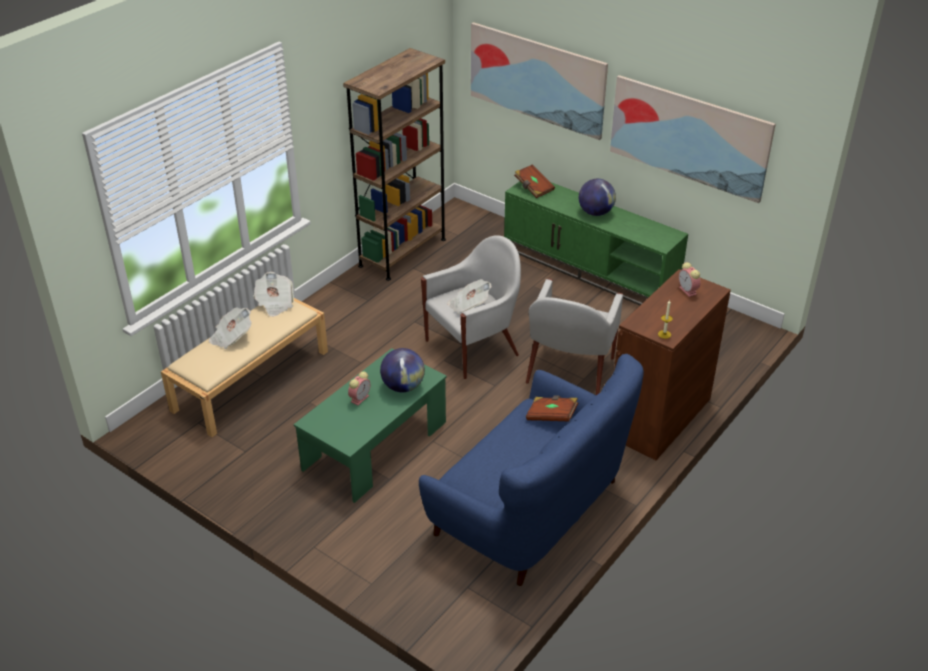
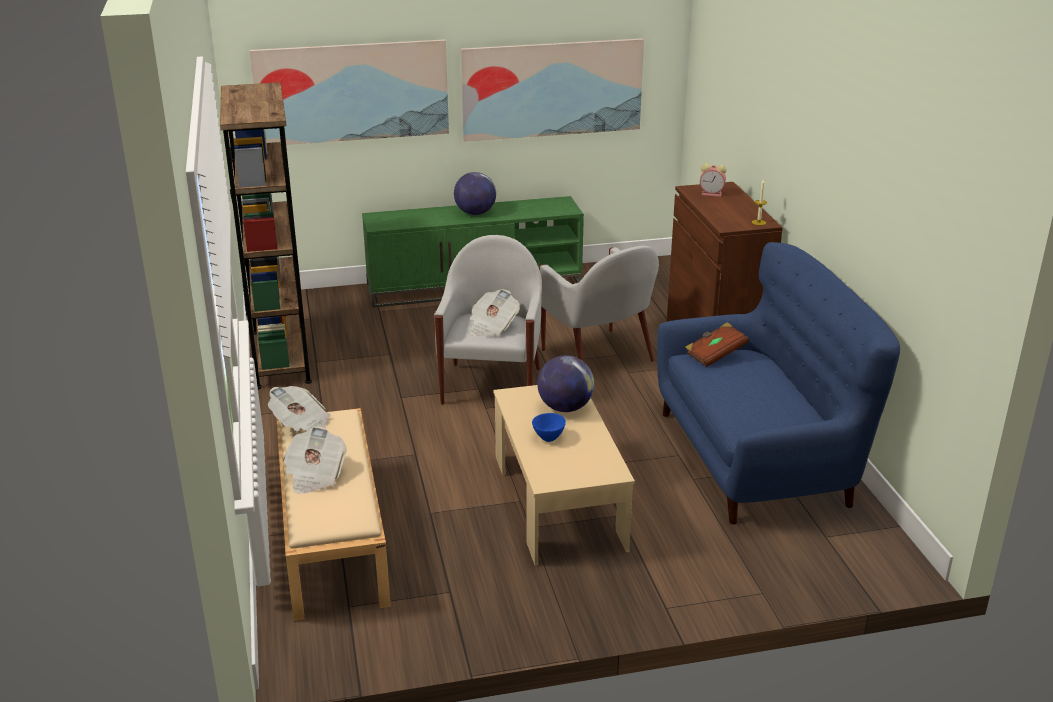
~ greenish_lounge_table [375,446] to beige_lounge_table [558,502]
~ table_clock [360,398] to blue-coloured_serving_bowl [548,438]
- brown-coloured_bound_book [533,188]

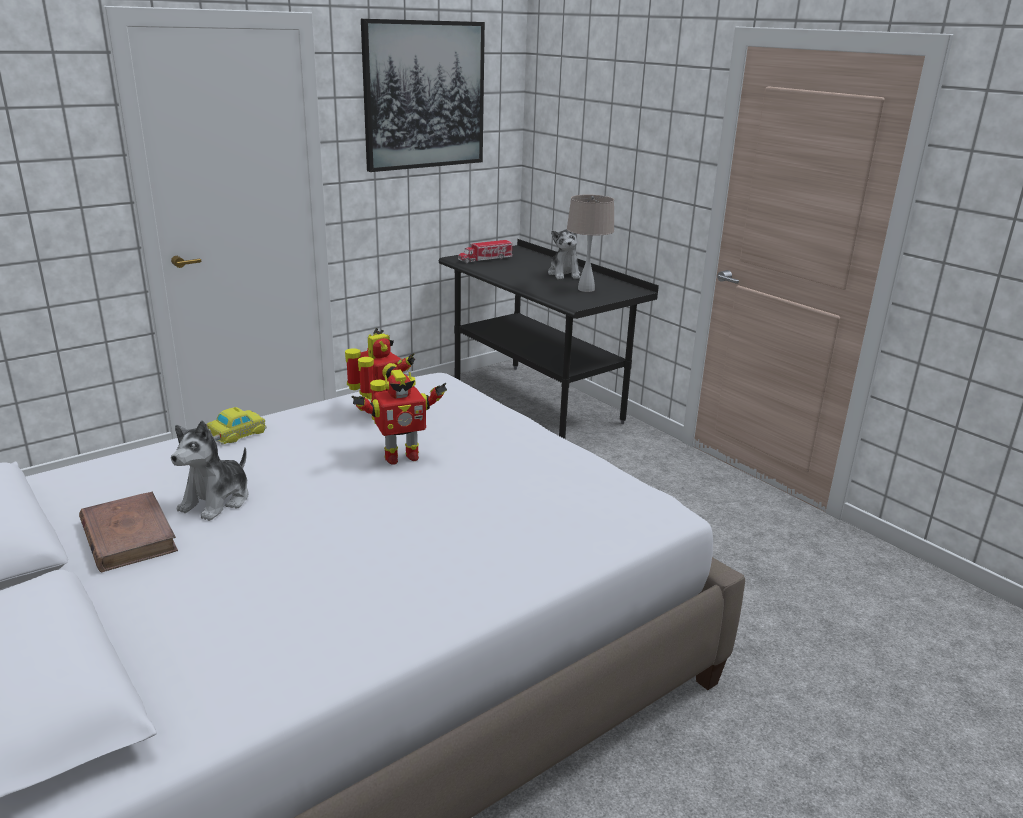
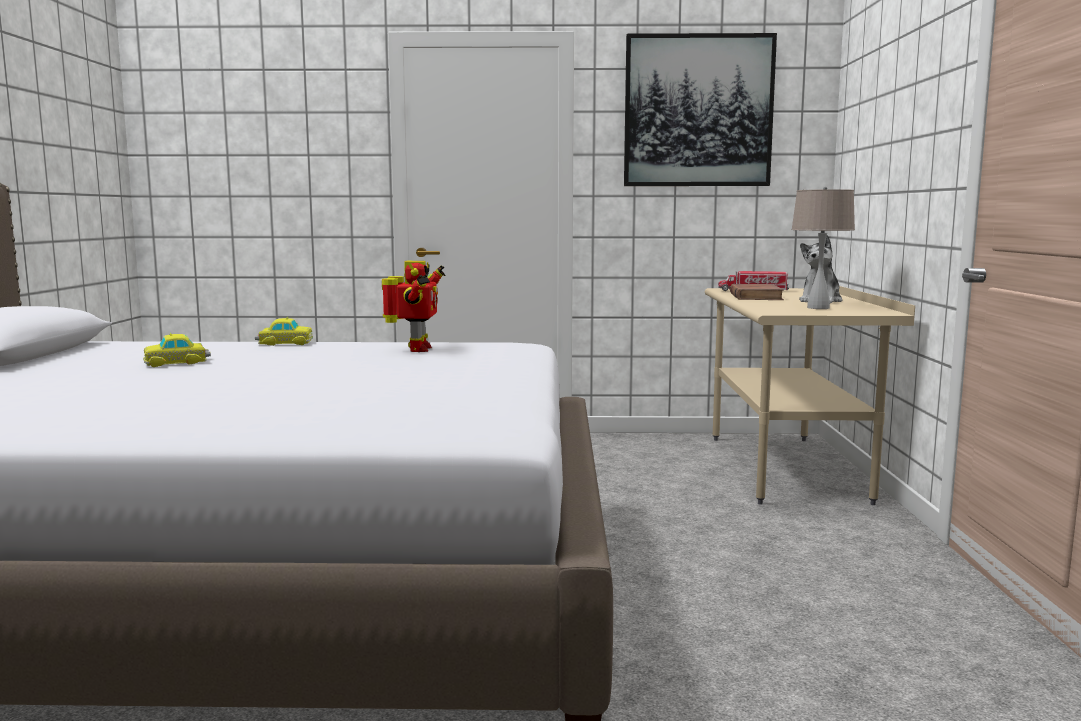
~ plush_toy [217,501] to toy_car [177,362]
~ black_desk [537,403] to beige_desk [785,468]
~ brown-coloured_bound_book [128,536] to [755,296]
- model_robot [400,456]

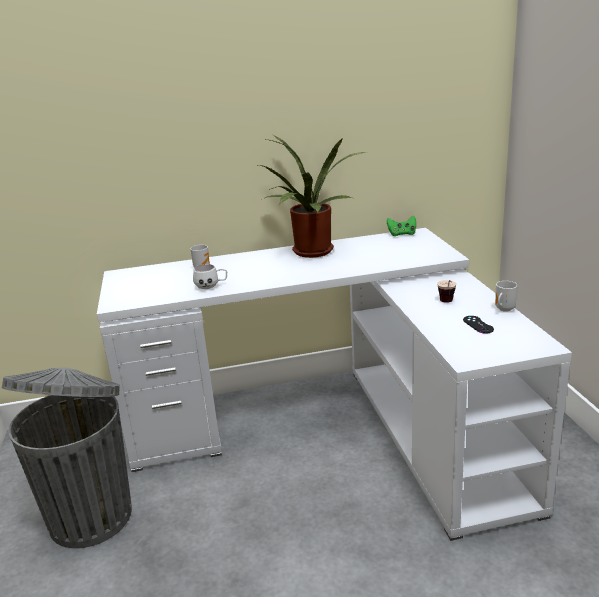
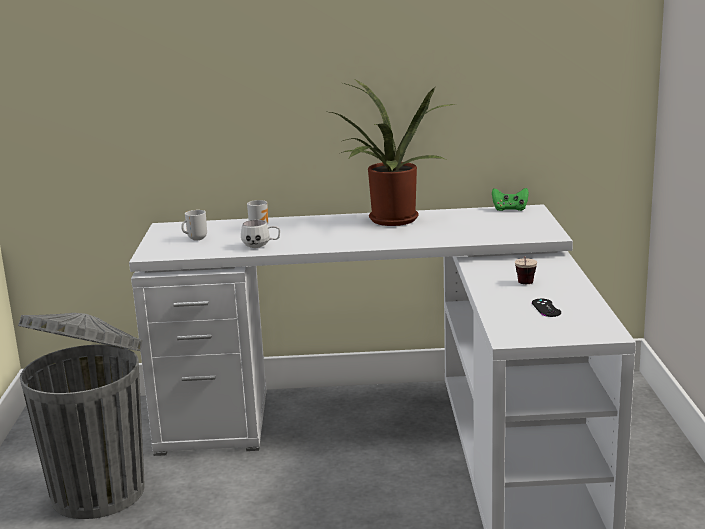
~ tea_mug [503,309] to [195,239]

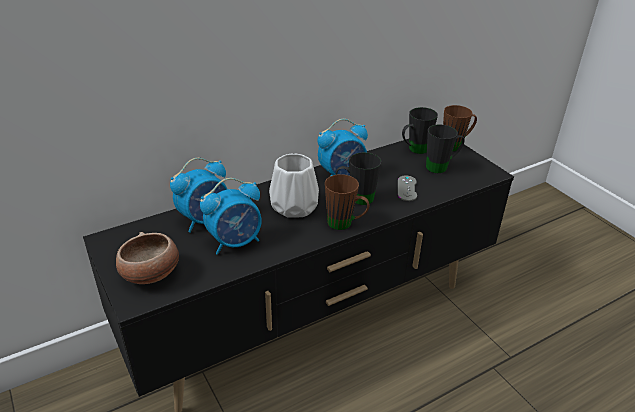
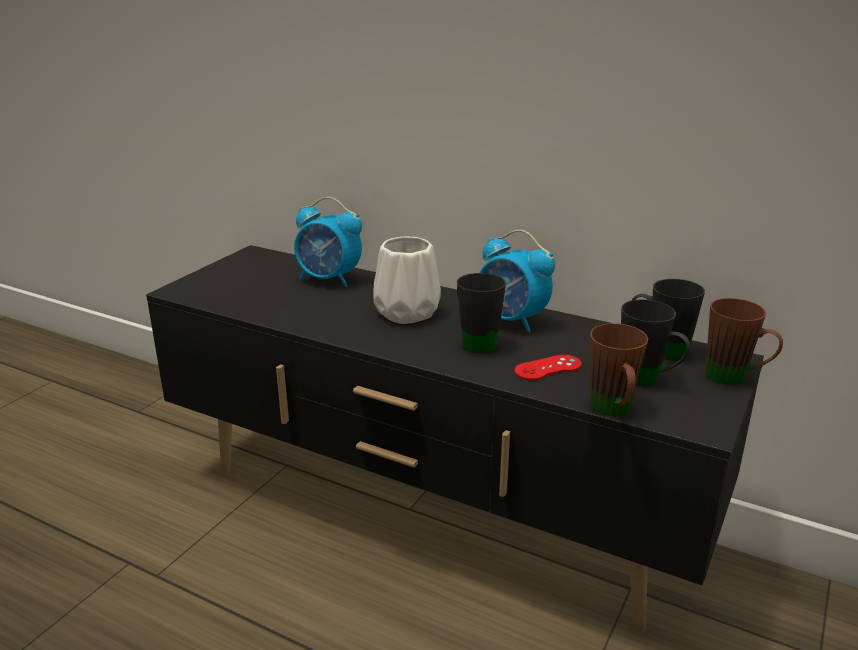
~ greyish_joypad [407,188] to red-coloured_joypad [548,368]
~ brown-coloured_tea_mug [345,224] to [613,411]
- serving_bowl [150,274]
- table_clock [235,242]

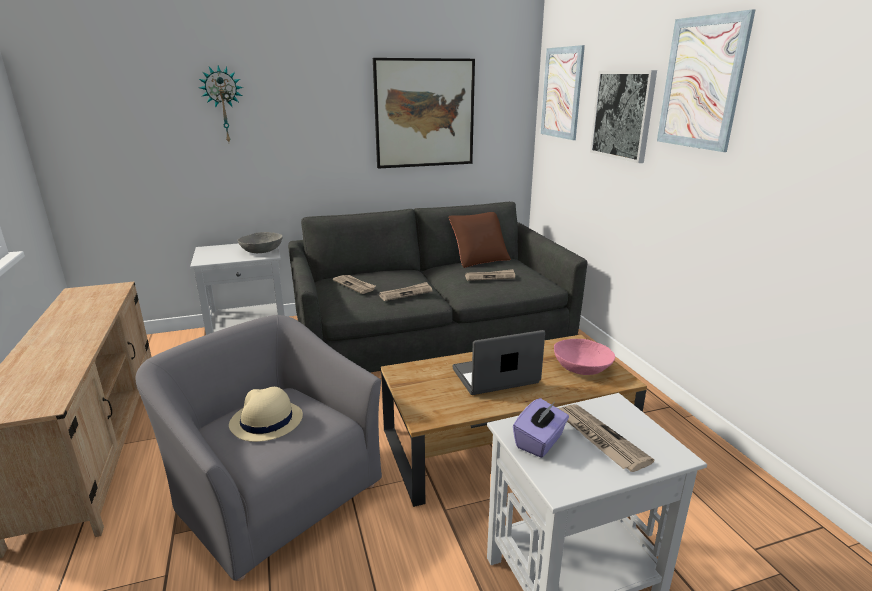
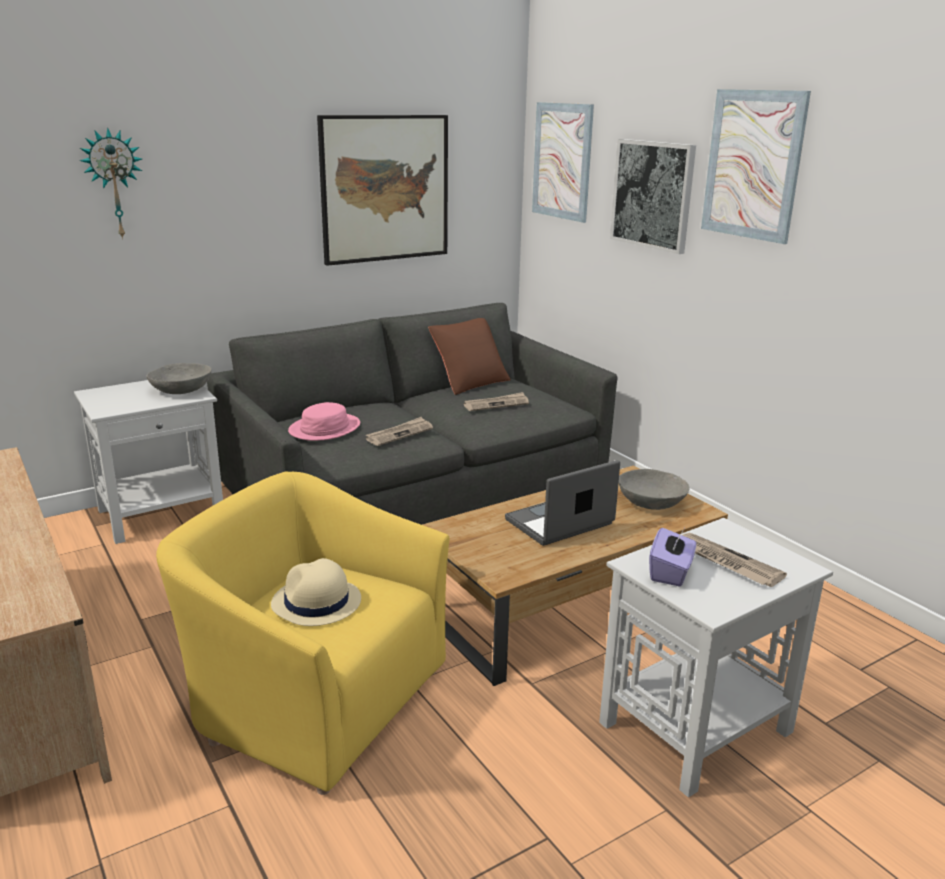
~ greyish_lounge_chair [274,494] to yellow_lounge_chair [315,699]
~ daily_paper [355,285] to pinkish_wearable_hat [325,428]
~ pinkish_serving_bowl [581,368] to greyish_serving_bowl [651,502]

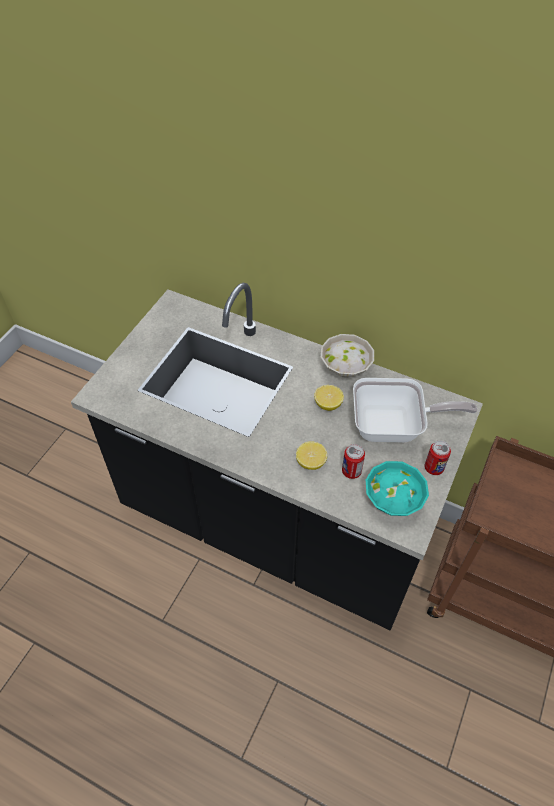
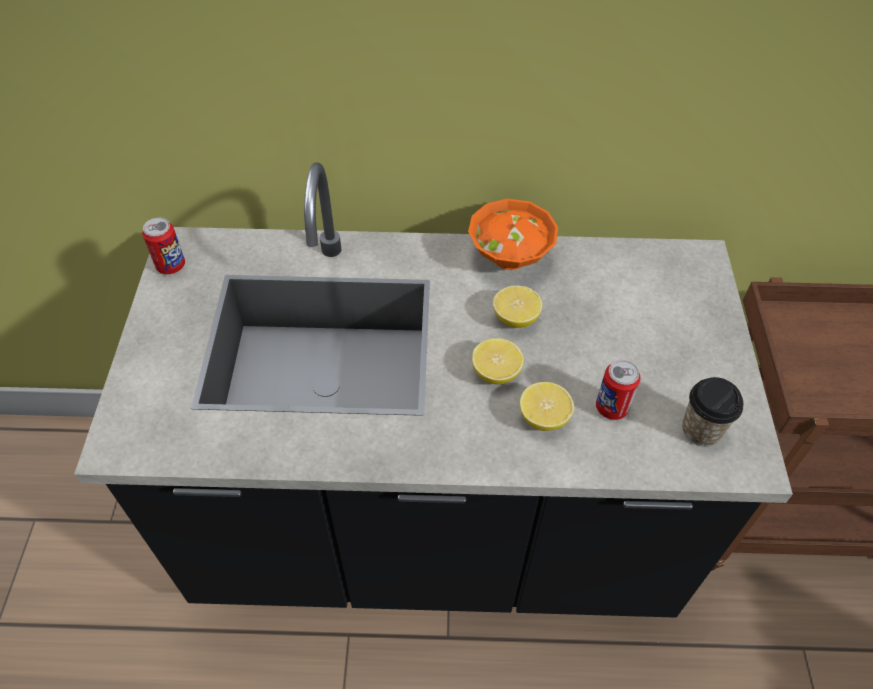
~ can [433,468] to [171,266]
~ white-coloured_serving_bowl [346,370] to orangey_serving_bowl [512,257]
+ citrus_fruit [496,373]
~ turquoise-coloured_serving_bowl [394,502] to small_cup [701,430]
- frying_pan [394,427]

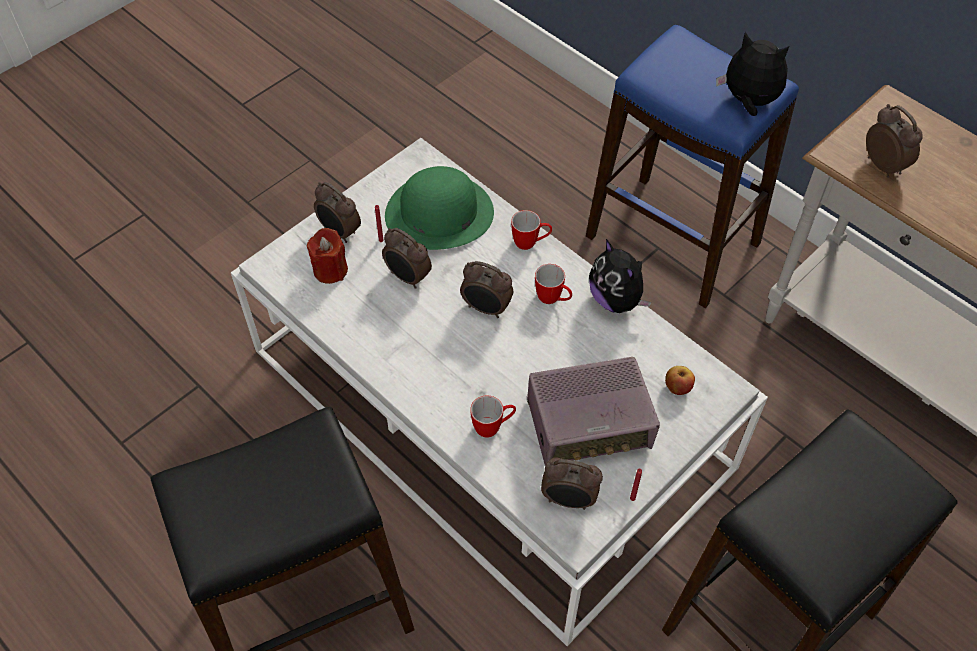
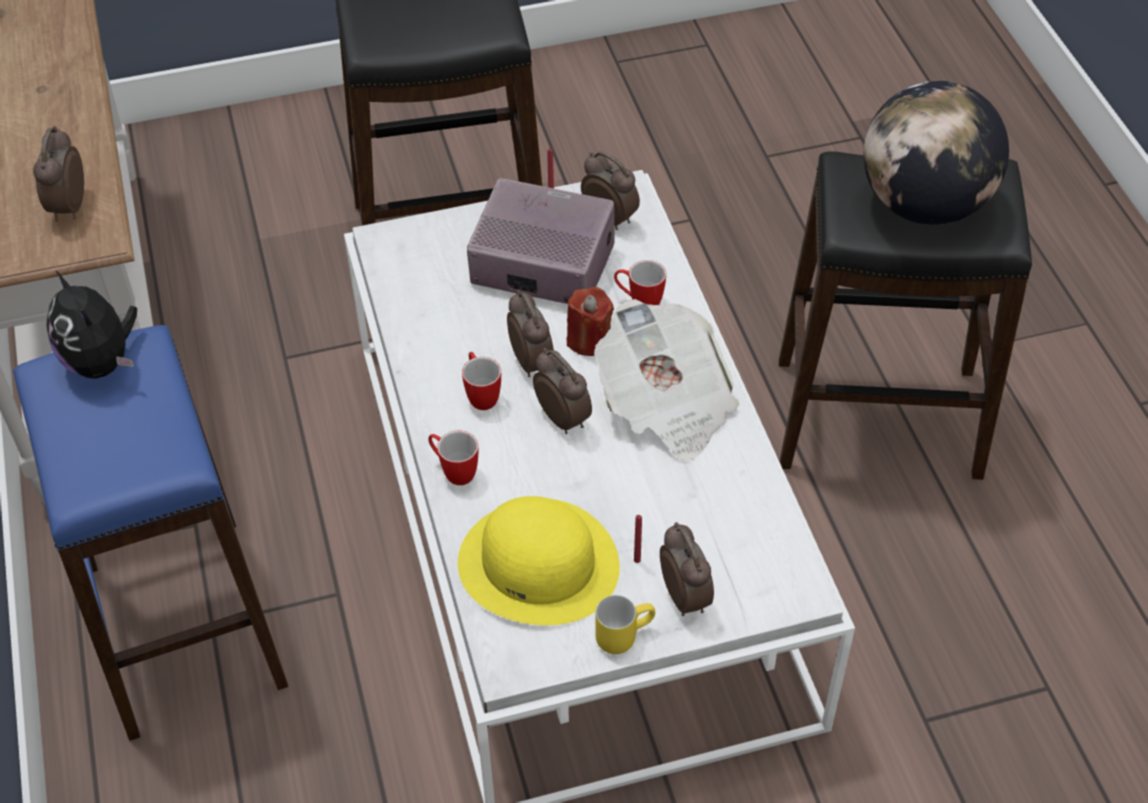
~ greenish_wearable_hat [439,213] to yellow_wearable_hat [539,563]
~ table_clock [407,277] to [532,362]
~ red-coloured_candle [330,270] to [589,339]
+ daily_paper [666,404]
+ yellow_tea_mug [623,633]
+ desk_globe [924,205]
- plush_toy [616,299]
- whole_apple [677,387]

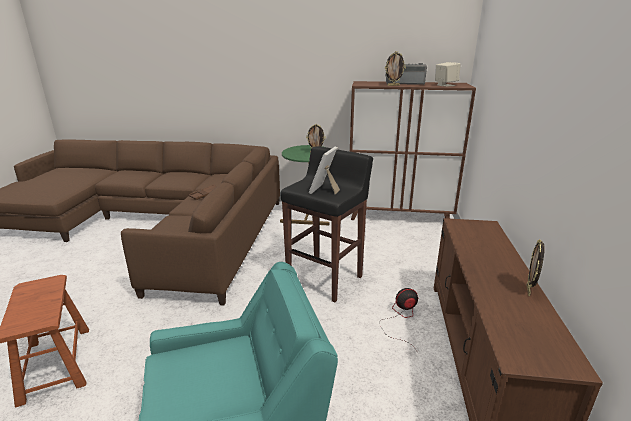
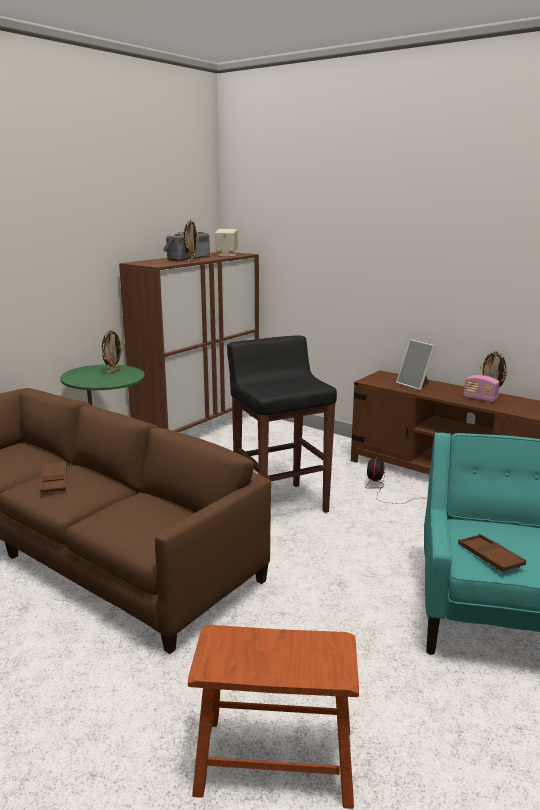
~ standing_frame [324,190] to [415,385]
+ brown-coloured_serving_tray [490,557]
+ radio_set [480,399]

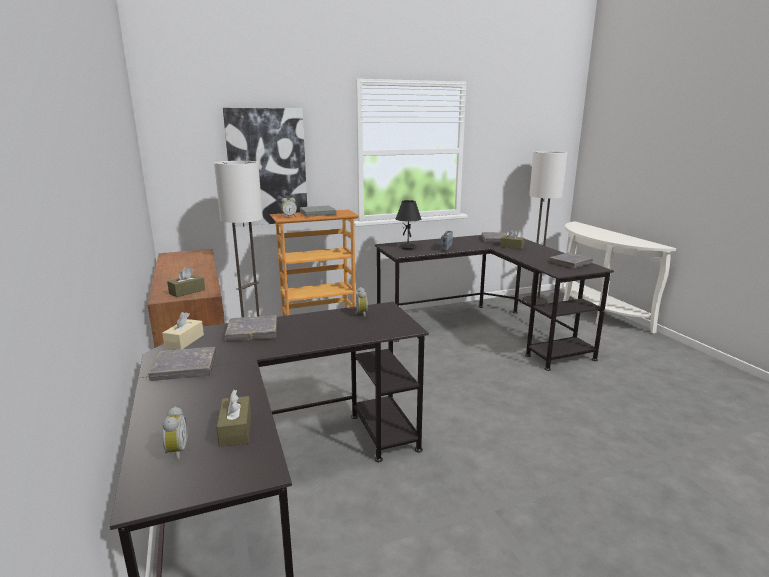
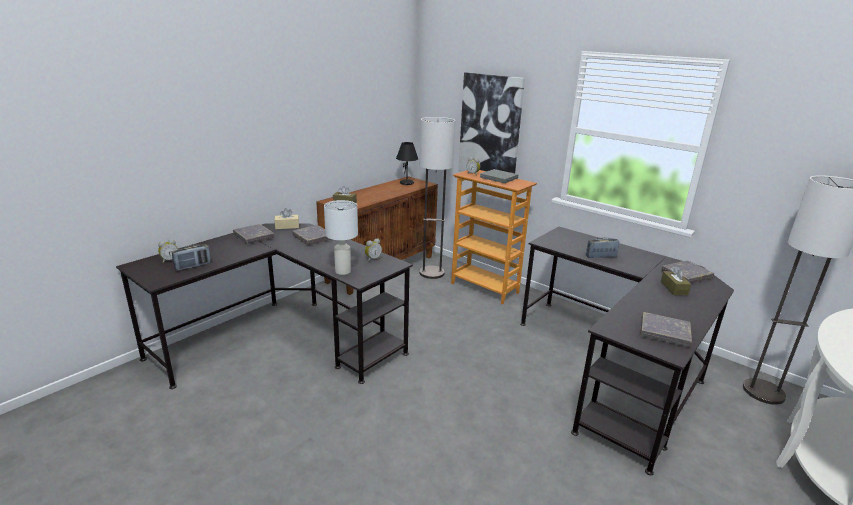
~ brown-coloured_box_of_tissues [235,430] to radio_set [193,266]
+ white-coloured_lamp_for_a_table [343,271]
~ black_lamp_for_a_table [408,247] to [406,183]

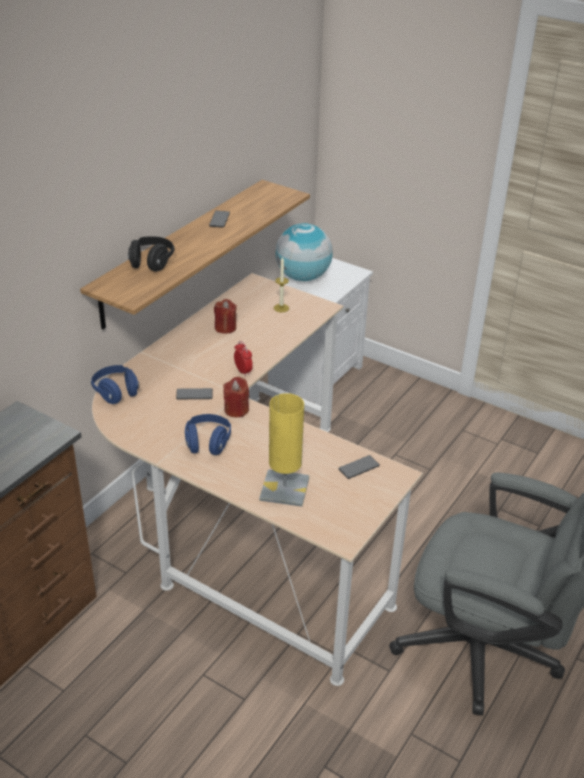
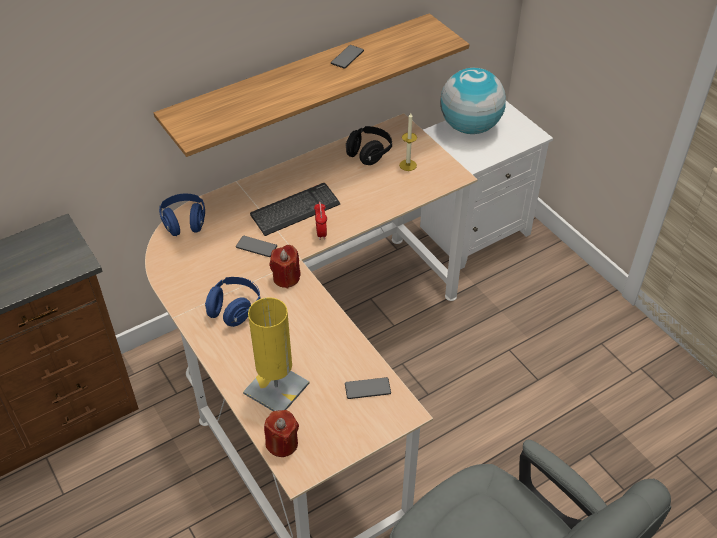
+ computer_keyboard [295,210]
~ red-coloured_candle [225,328] to [282,443]
~ black_headphones [151,263] to [369,153]

